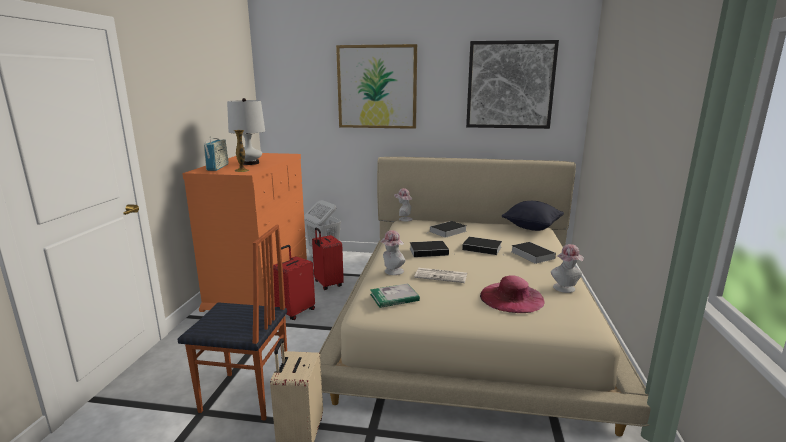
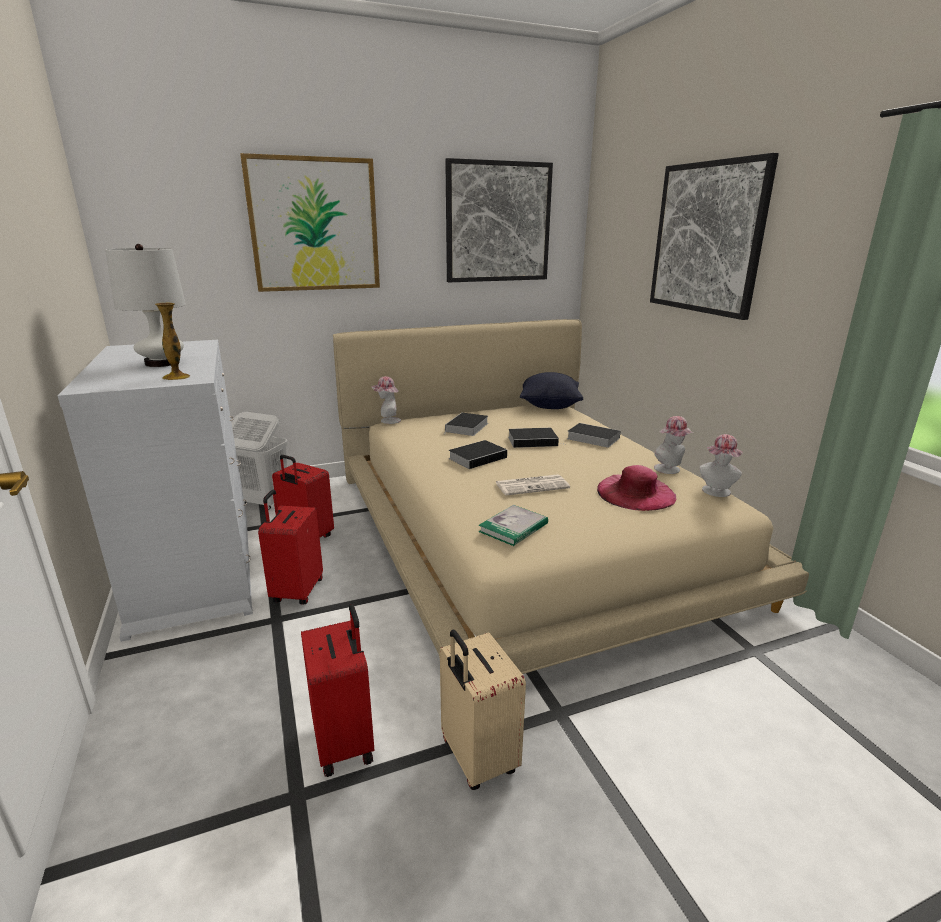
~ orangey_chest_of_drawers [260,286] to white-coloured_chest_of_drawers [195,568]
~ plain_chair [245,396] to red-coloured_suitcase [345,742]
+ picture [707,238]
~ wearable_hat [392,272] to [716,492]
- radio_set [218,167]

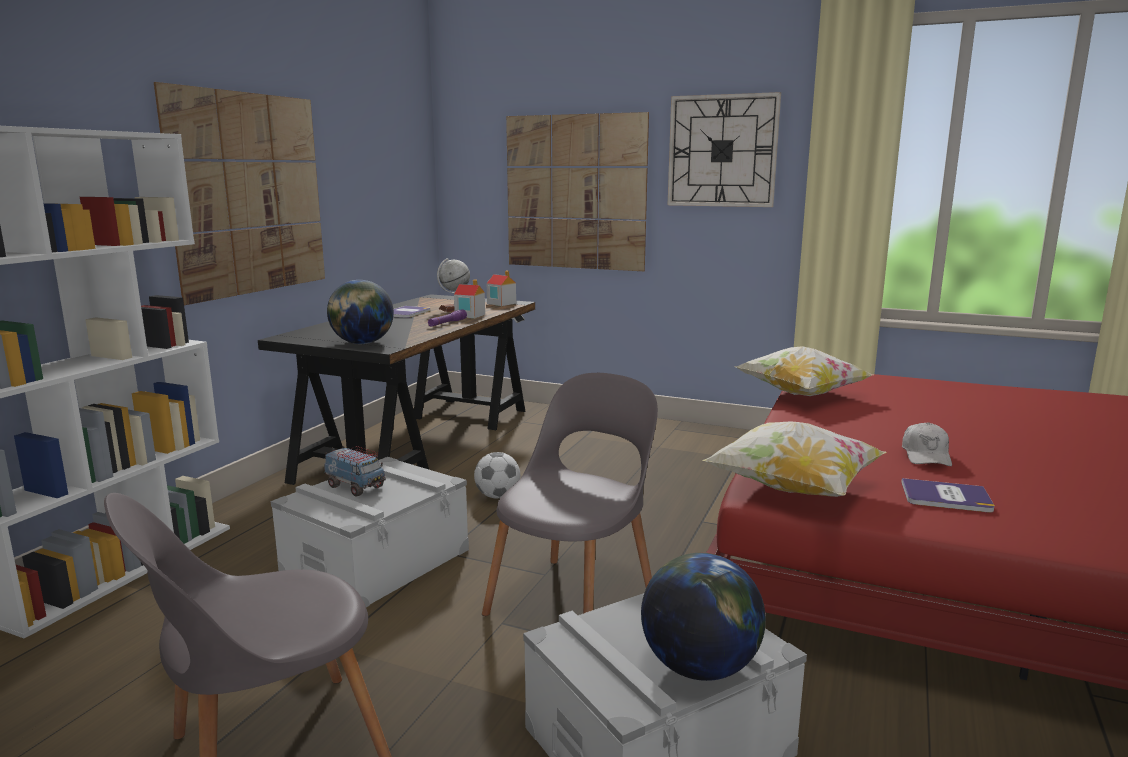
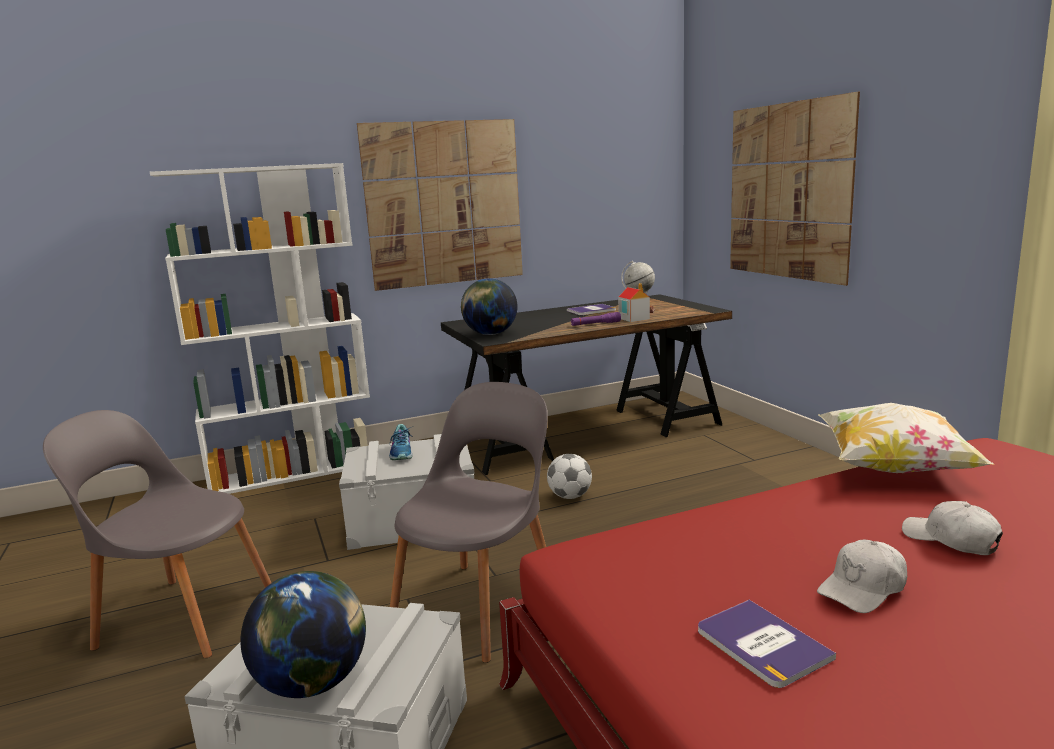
~ toy_lorry [356,487] to item_of_footwear [402,452]
~ greyish_plain_chair [574,600] = [480,605] 45 degrees counterclockwise
+ white-coloured_baseball_cap [950,540]
- miniature_house [501,303]
- clock_on_the_wall [722,151]
- throw_pillow [793,489]

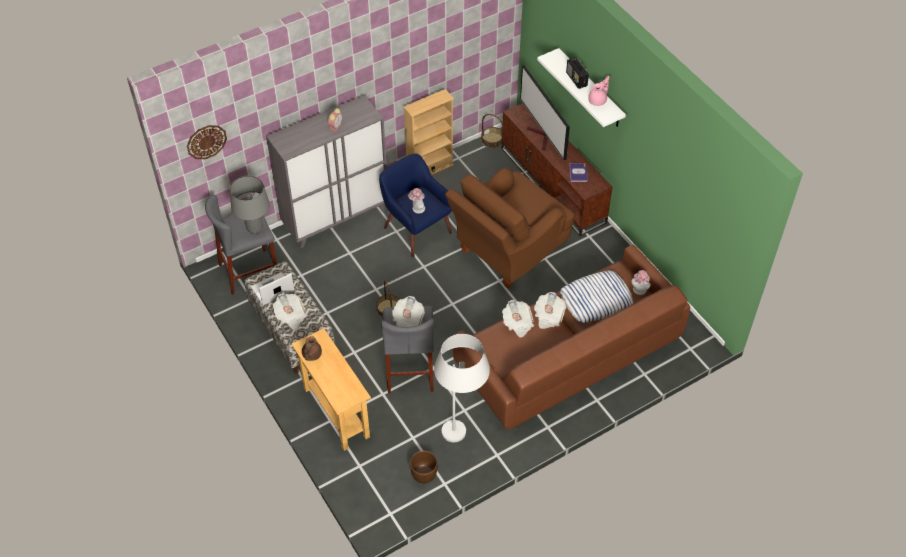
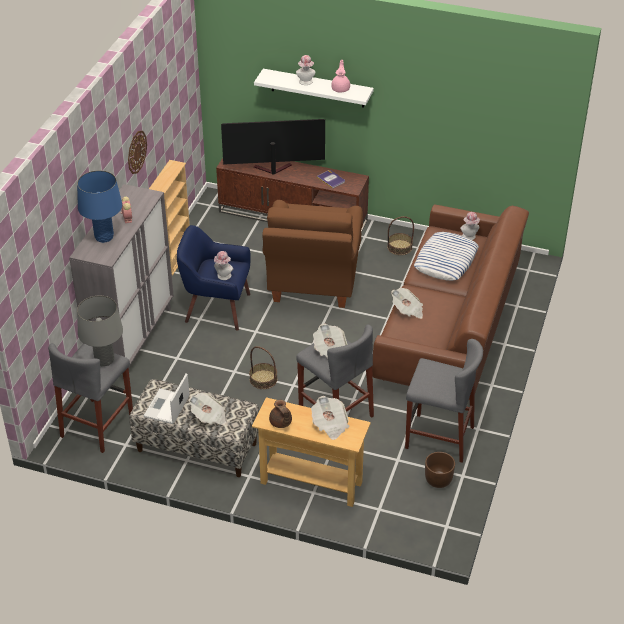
+ blue-coloured_lamp_for_a_table [104,237]
~ clock_on_the_wall [206,141] to [136,152]
~ television [542,137] = [271,170] 150 degrees clockwise
~ radio_set [576,79] to wearable_hat [306,82]
~ daily_paper [548,316] to [330,425]
~ household_basket [492,140] to [399,247]
~ white-coloured_standing_lamp [461,442] to greyish_stool [439,437]

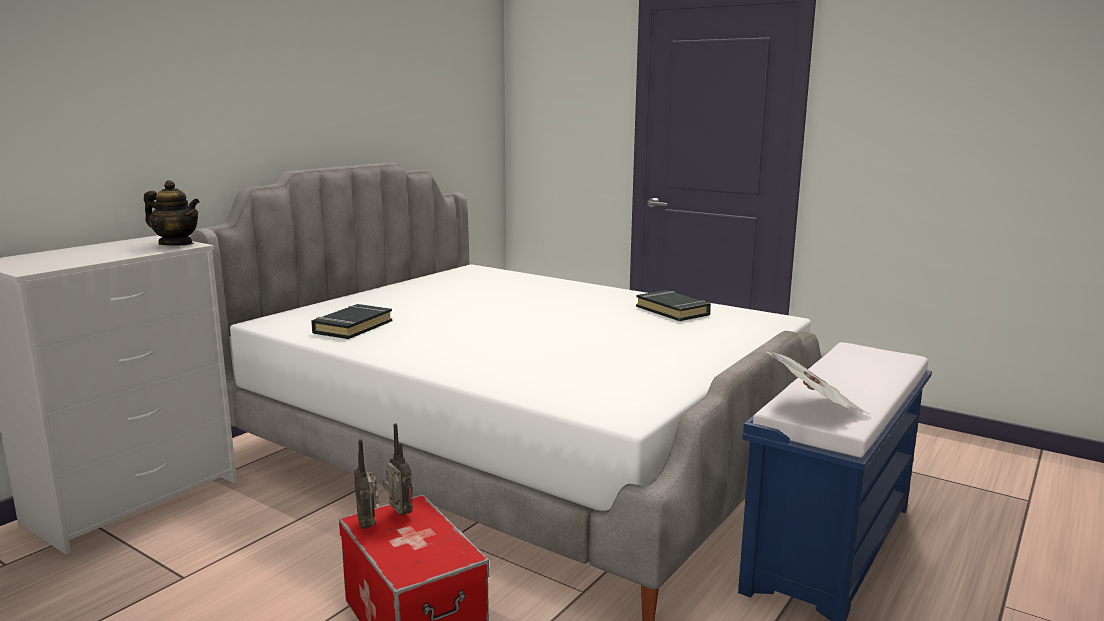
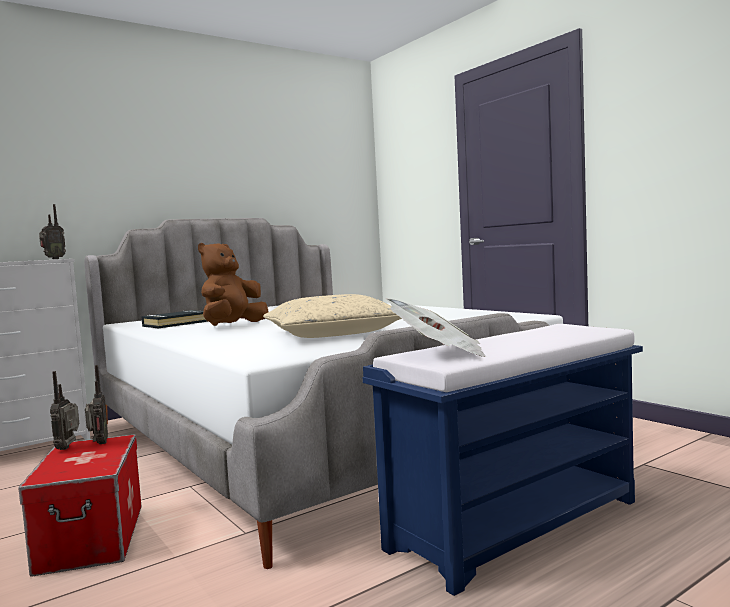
~ tea_pot [176,244] to radio_set [53,259]
+ brown-coloured_plush_toy [233,326]
+ beige_throw_pillow [332,334]
- black_bound_book [673,311]

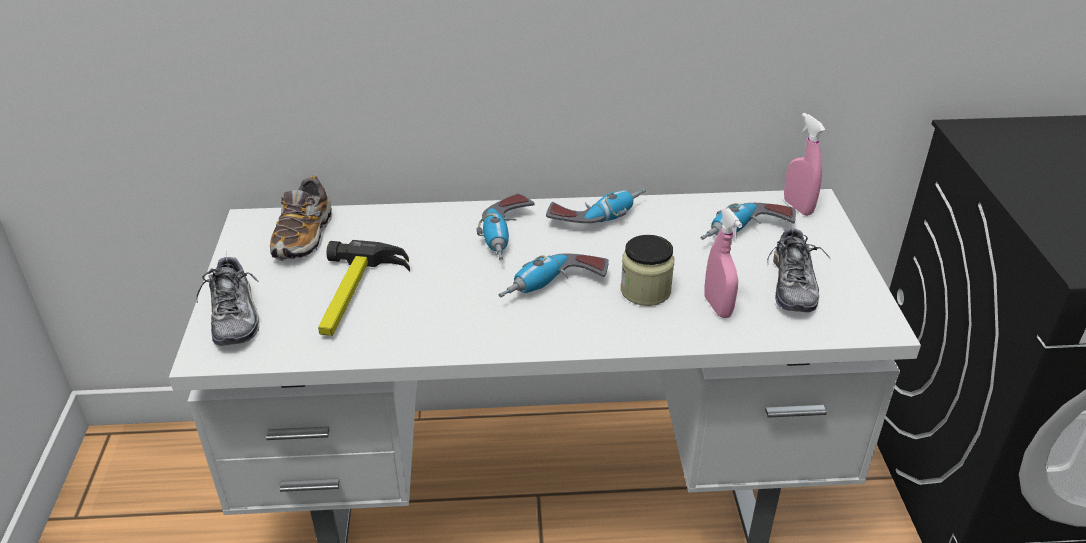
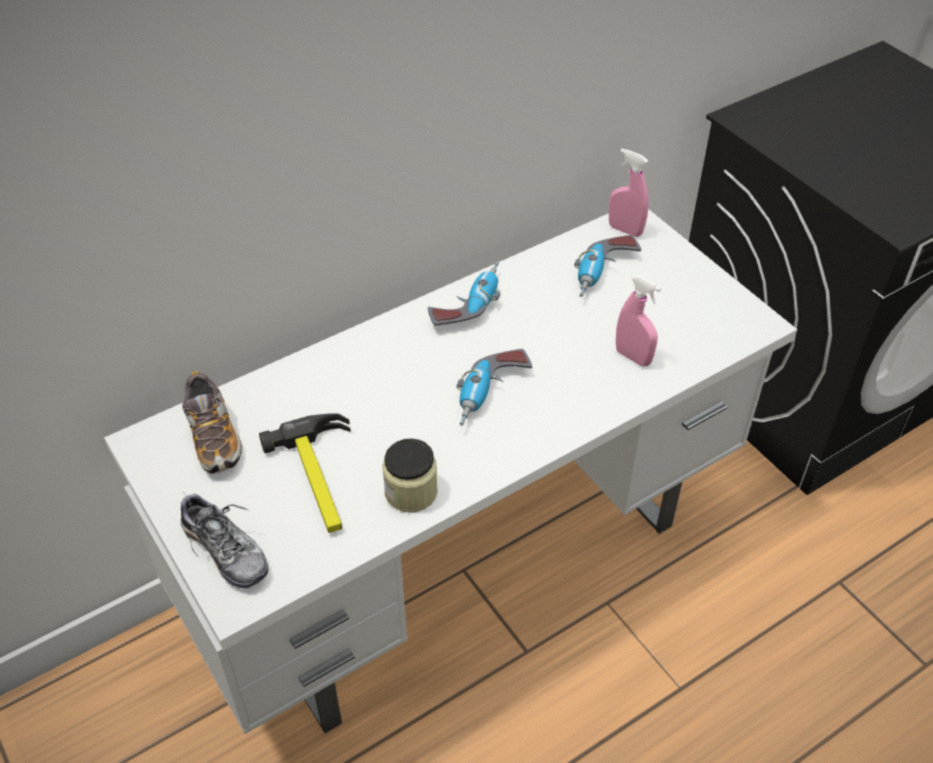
~ jar [645,291] to [411,492]
- power_drill [508,237]
- item_of_footwear [792,285]

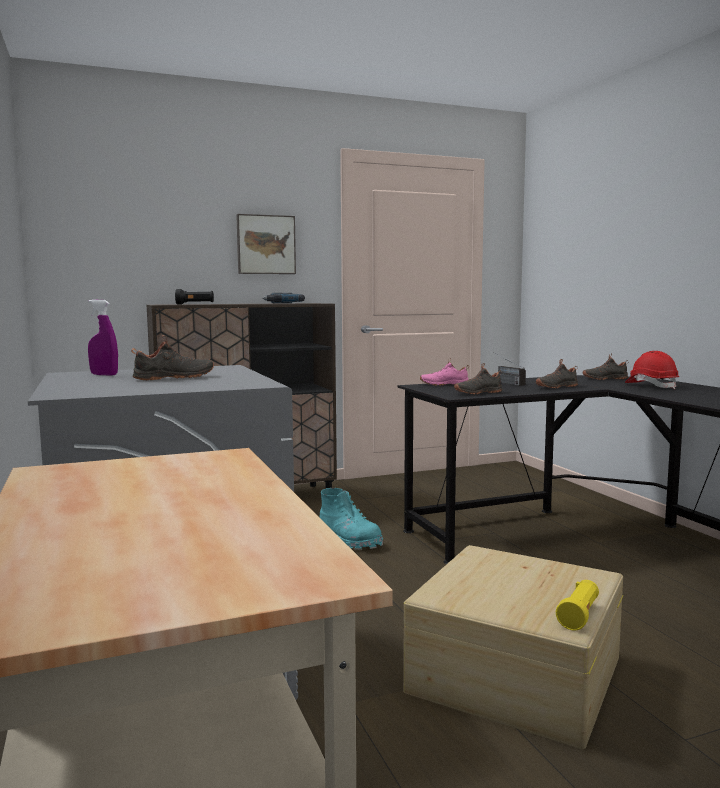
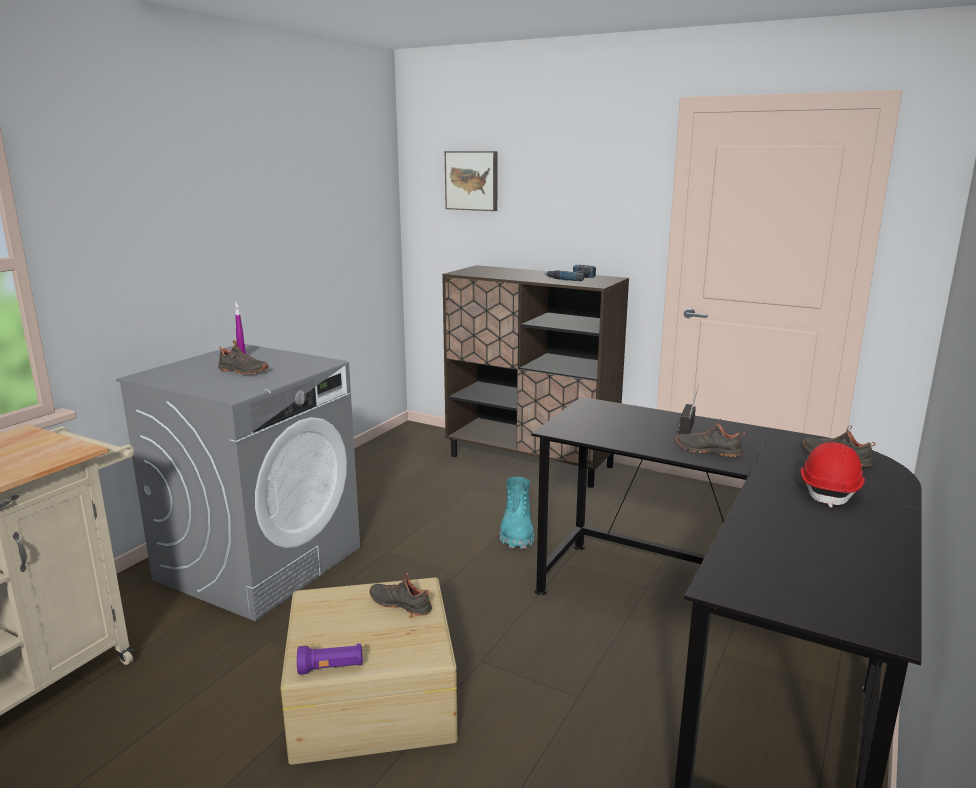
~ yellow_torch [579,615] to purple_torch [331,668]
~ black_item_of_footwear [477,392] to [401,604]
~ picture [265,245] to [472,180]
- black_torch [195,304]
- pinkish_item_of_footwear [444,384]

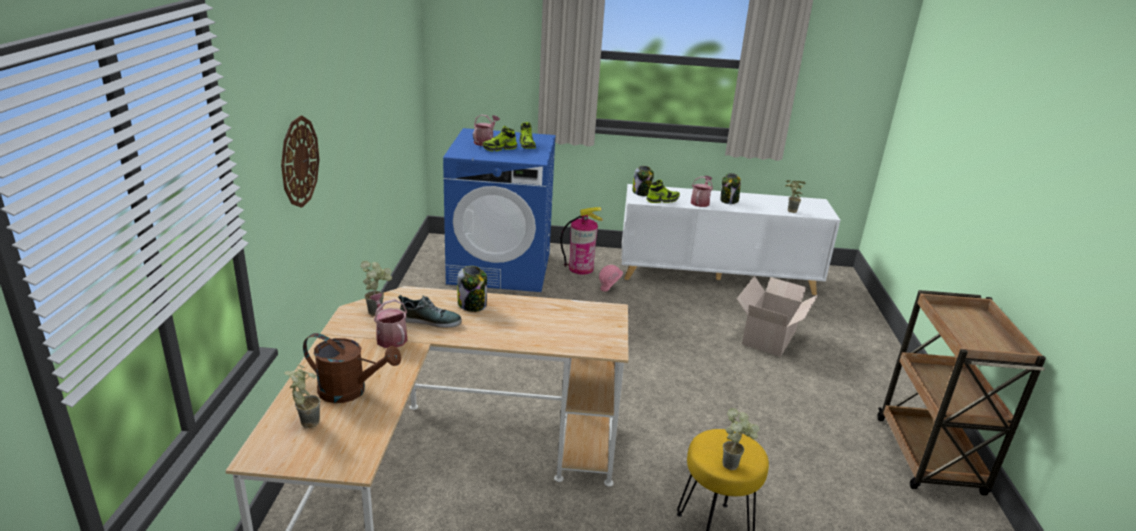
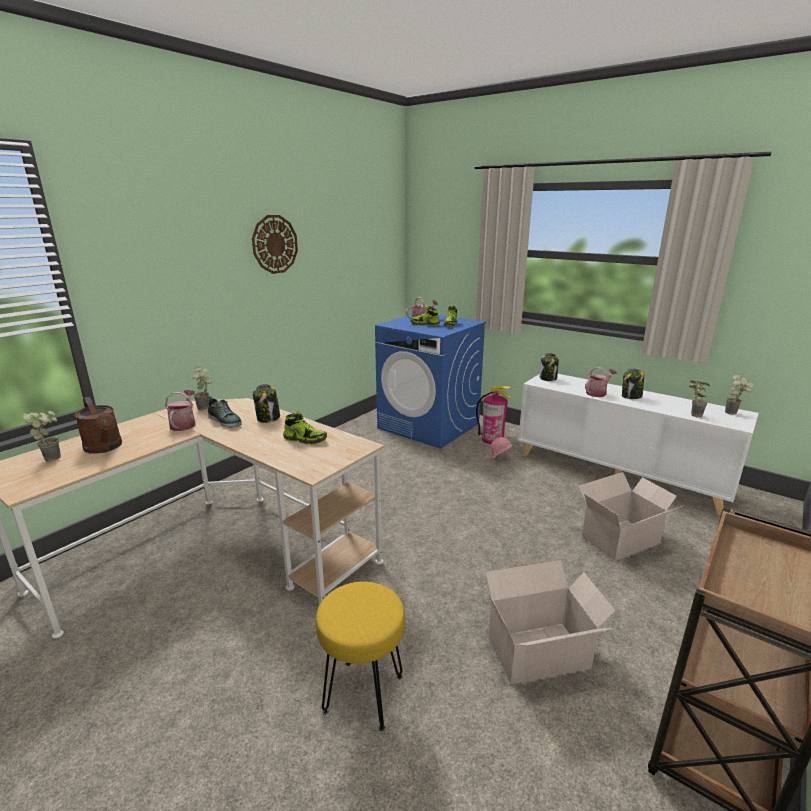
~ clock_on_the_wall [299,161] to [274,244]
~ item_of_footwear [662,200] to [305,439]
+ packing_box [541,652]
~ potted_plant [734,464] to [734,413]

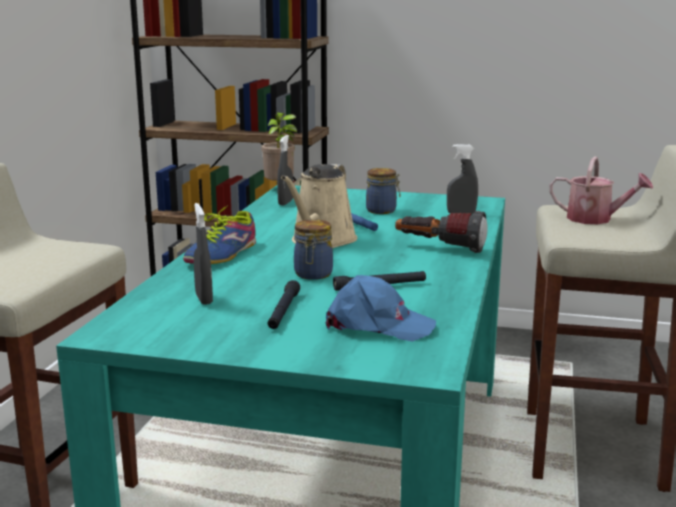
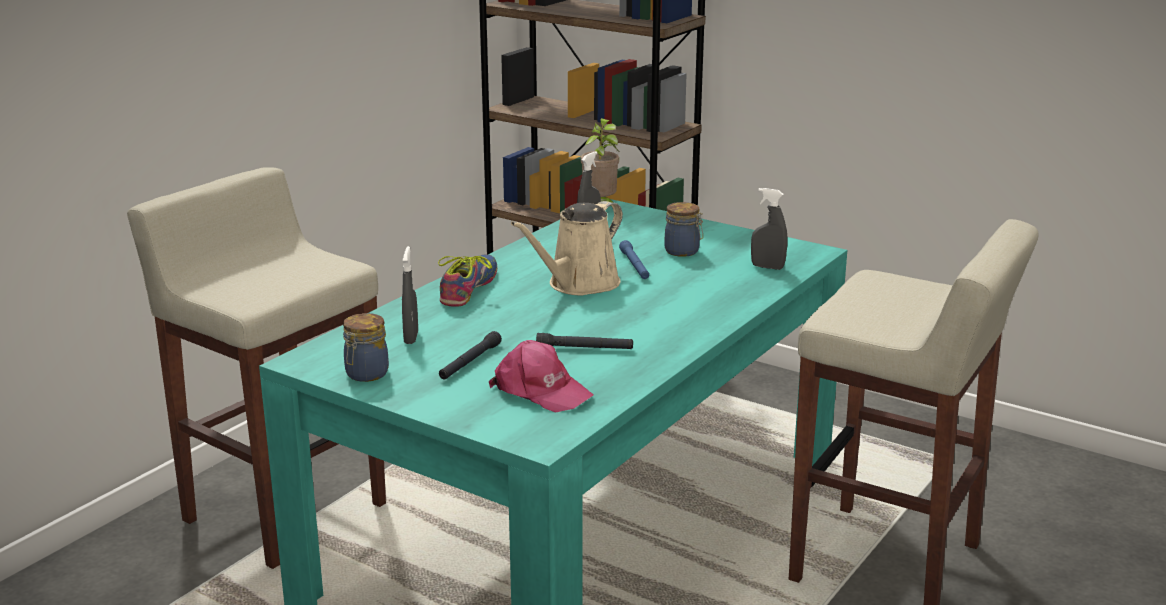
~ jar [313,275] to [365,374]
~ item_of_footwear [222,254] = [468,288] 150 degrees clockwise
~ blue-coloured_baseball_cap [377,325] to pinkish_baseball_cap [540,391]
- torch [439,248]
- watering_can [595,219]

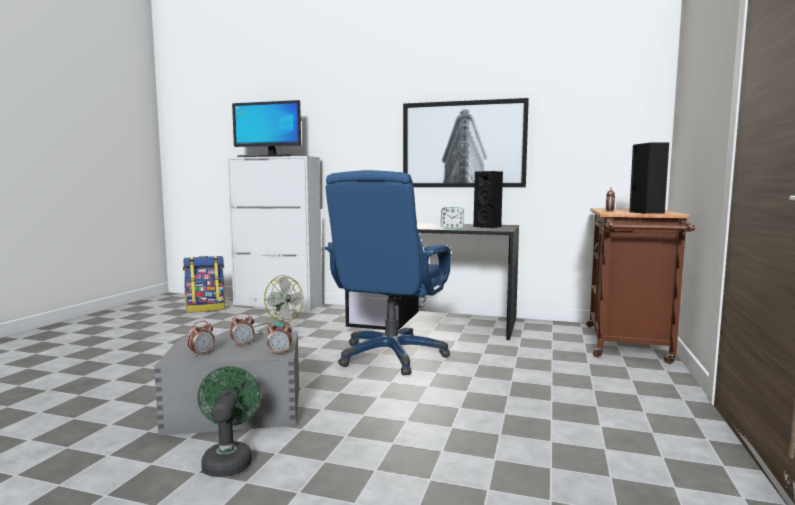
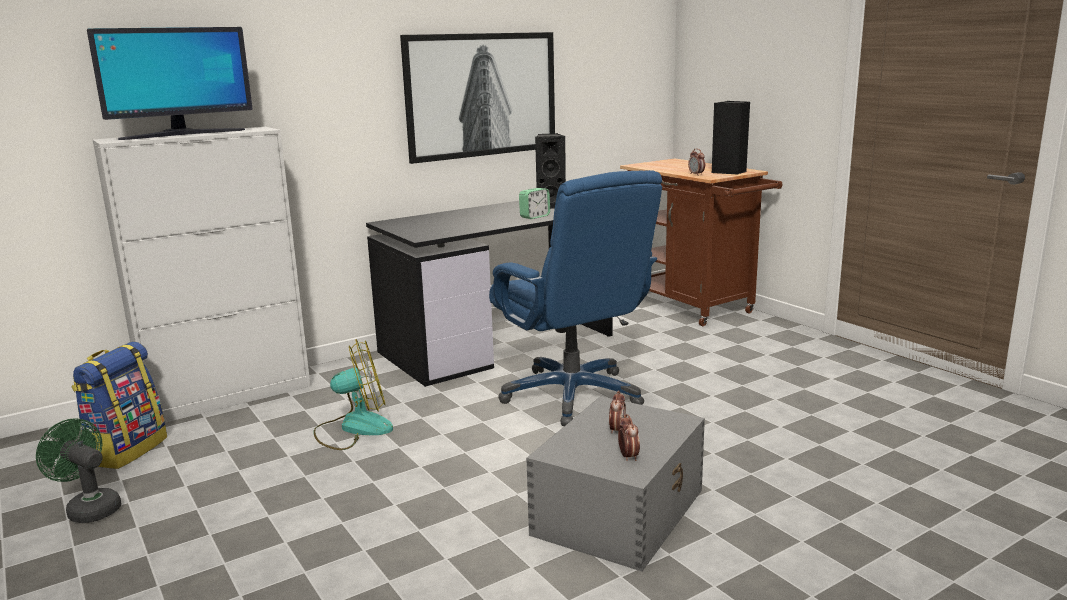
~ greenish_cooling_fan [228,460] to [89,508]
- table_clock [280,353]

